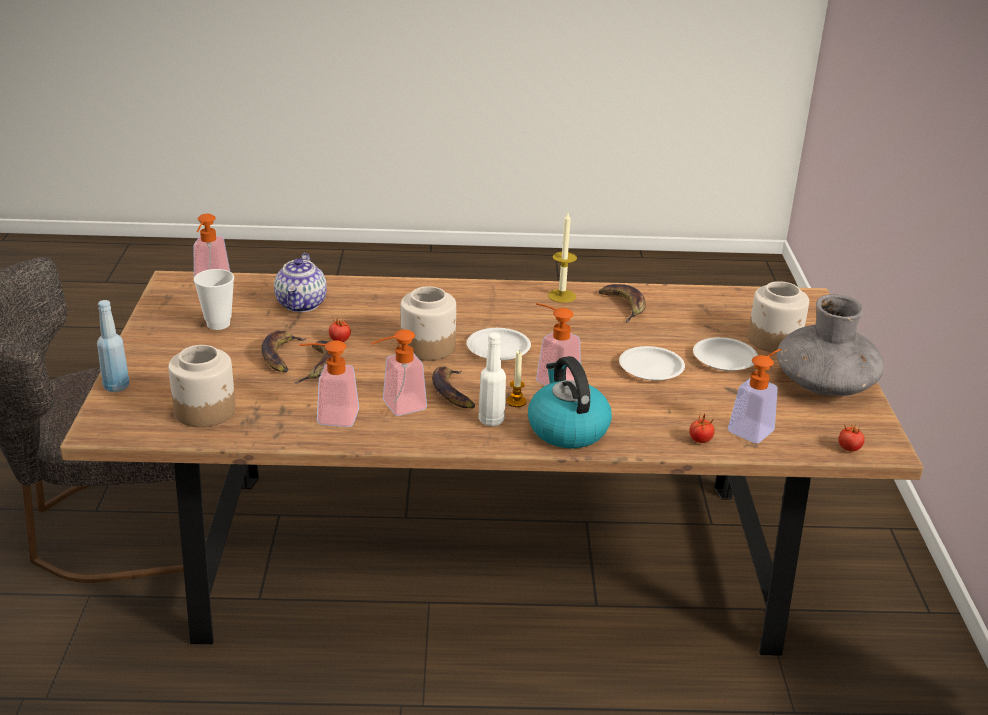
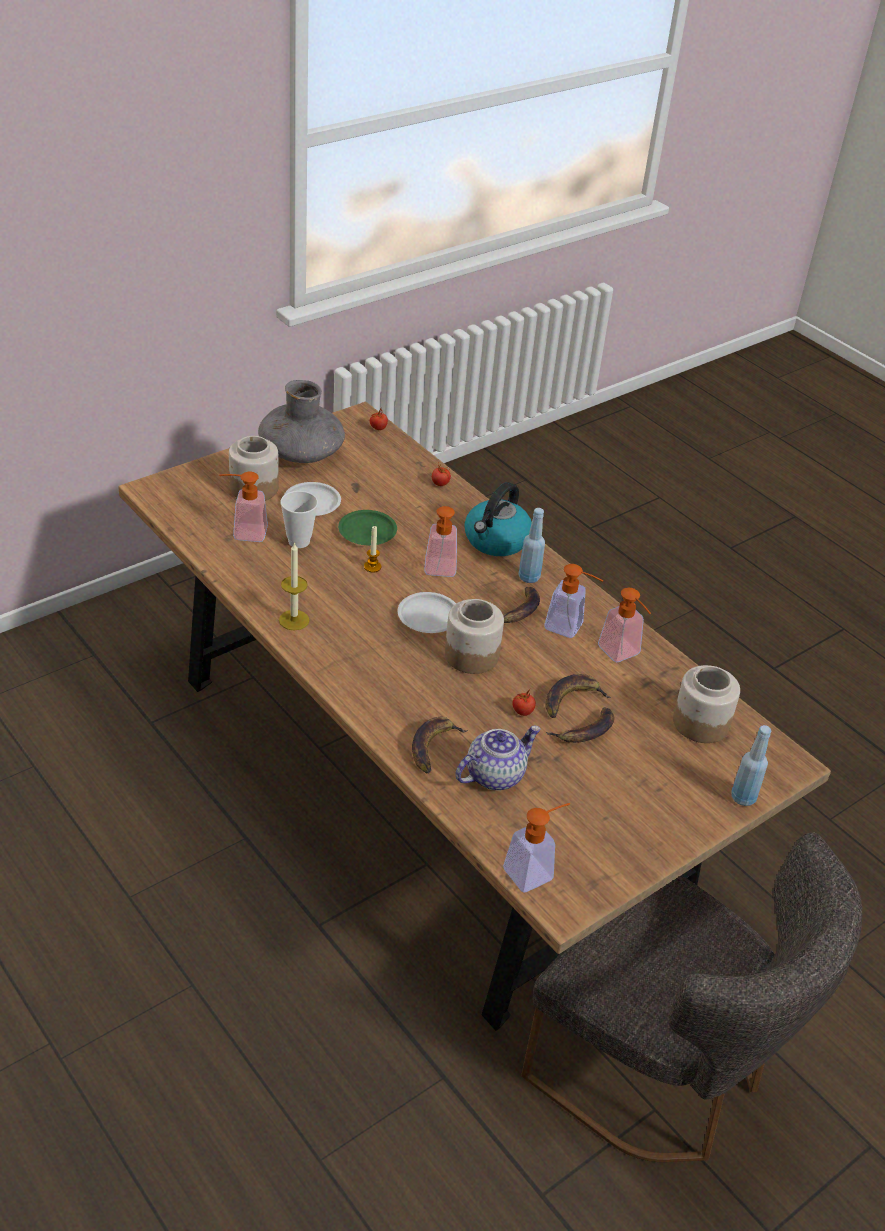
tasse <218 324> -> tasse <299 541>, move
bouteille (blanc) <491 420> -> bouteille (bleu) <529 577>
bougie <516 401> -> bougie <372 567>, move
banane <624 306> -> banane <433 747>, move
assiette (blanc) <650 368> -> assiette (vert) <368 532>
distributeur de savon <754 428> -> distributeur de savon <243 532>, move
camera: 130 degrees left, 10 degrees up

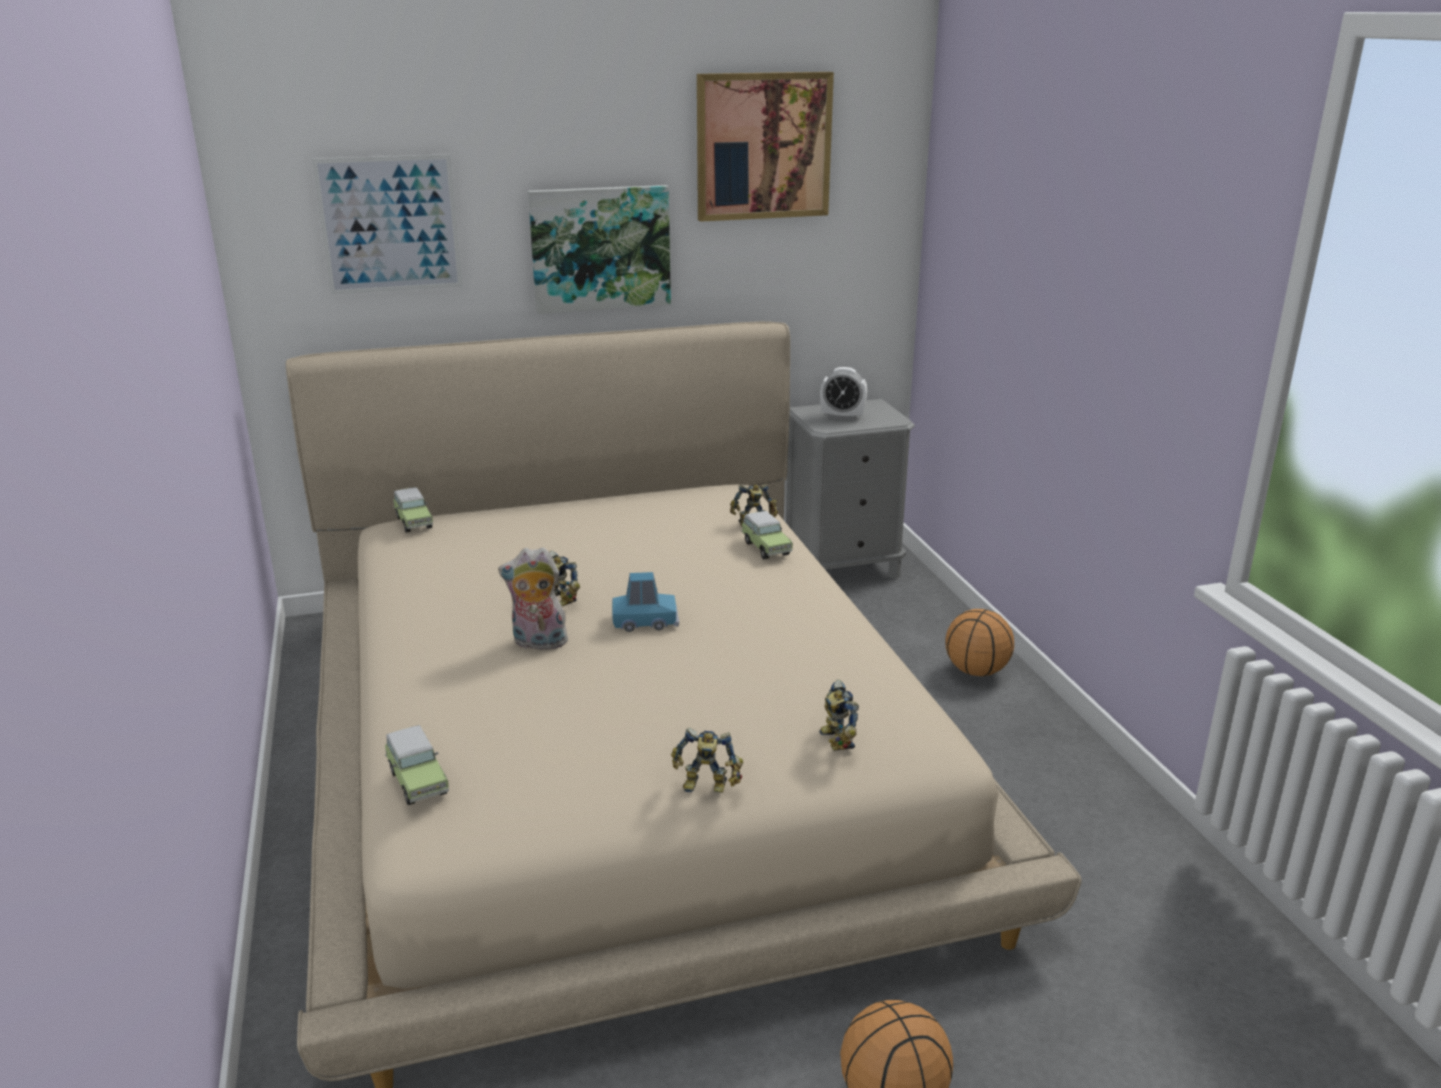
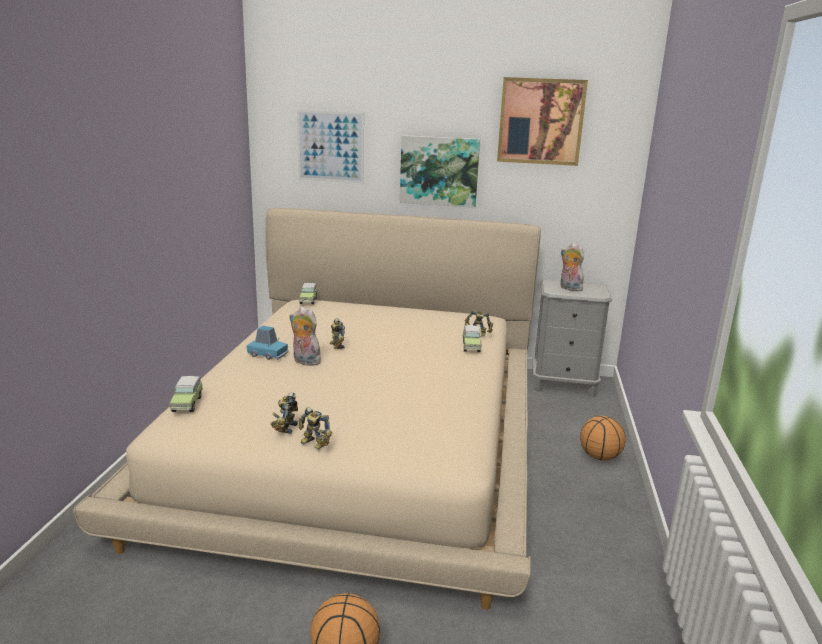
petite voiture (bleu) <645 621> -> petite voiture (bleu) <268 354>, move
robot jouet <834 741> -> robot jouet <285 427>, move
réveil <842 417> -> peluche <569 288>
camera: 25 degrees right, 5 degrees down

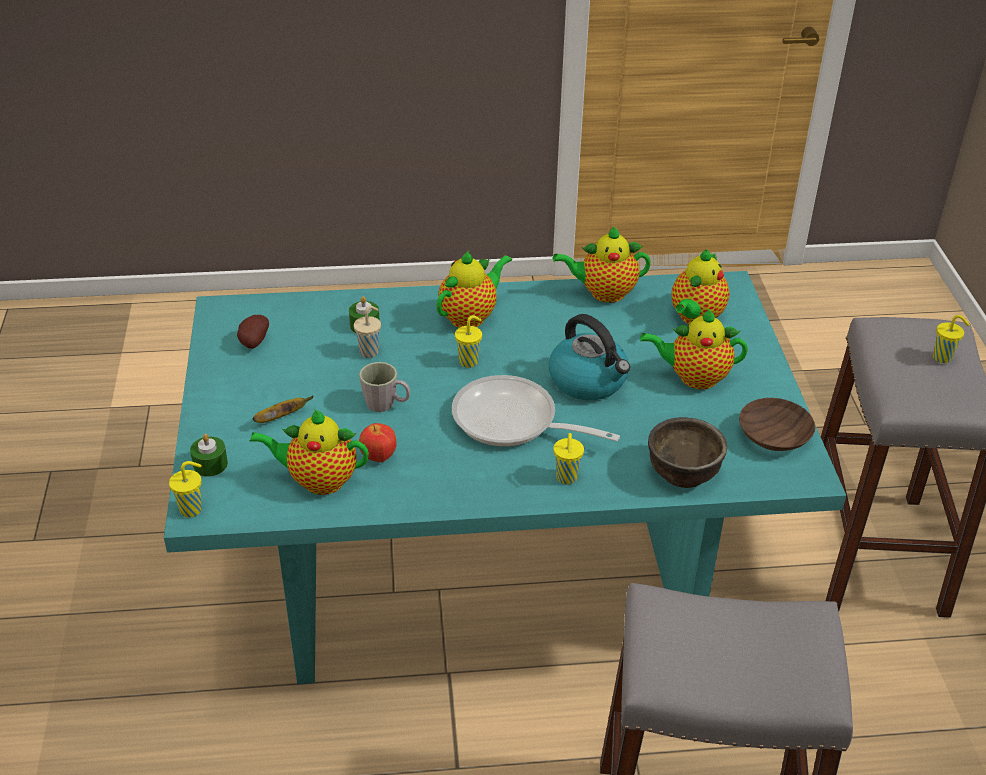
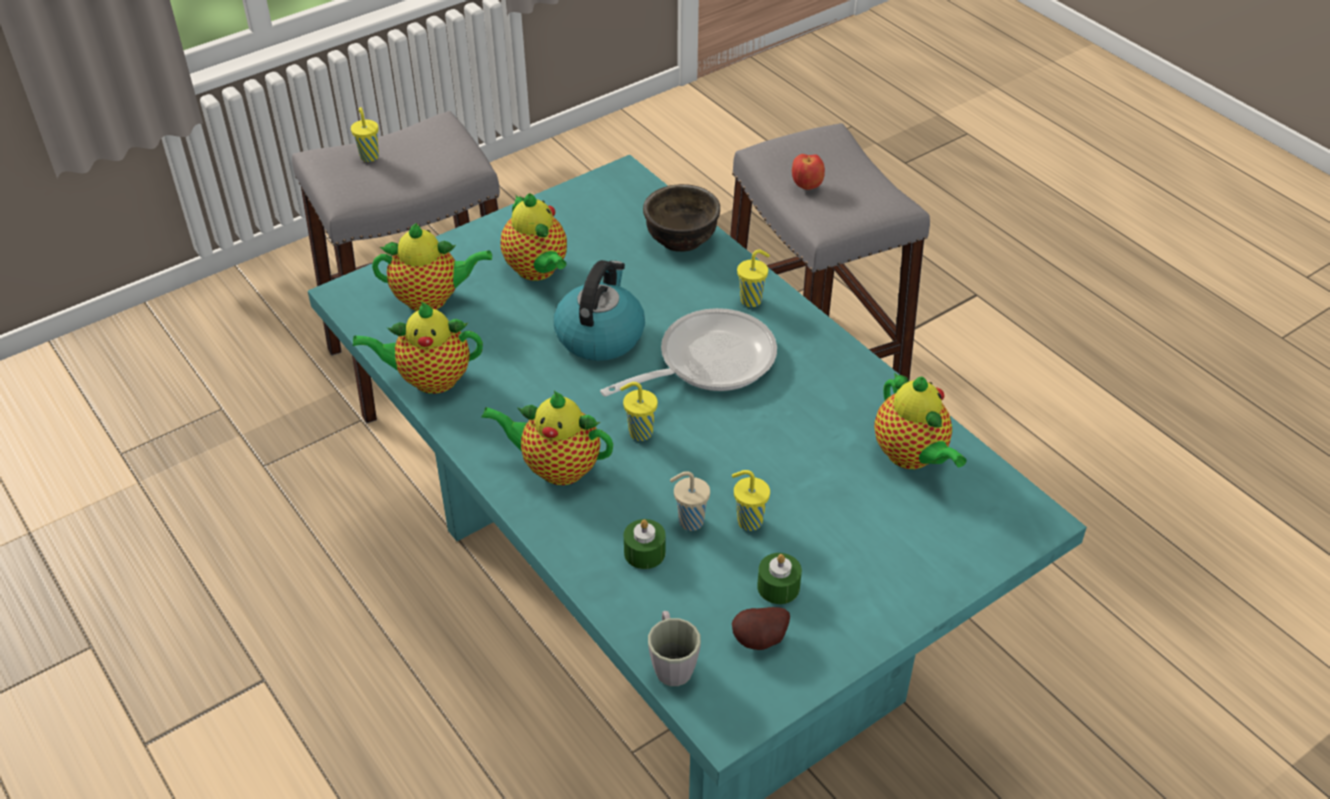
tasse (jaune) <192 509> -> tasse (jaune) <748 521>, move
bougie (vert) <210 464> -> bougie (vert) <778 587>, move
banane <281 417> -> none
mug (gris) <386 405> -> mug (gris) <671 662>, move
pomme <378 458> -> pomme <807 186>, move
poêle <513 422> -> poêle <707 362>, 120 degrees counterclockwise
théière <603 293> -> théière <429 379>, 120 degrees clockwise
bol (marron) <772 437> -> none
camera: 120 degrees left, 5 degrees up

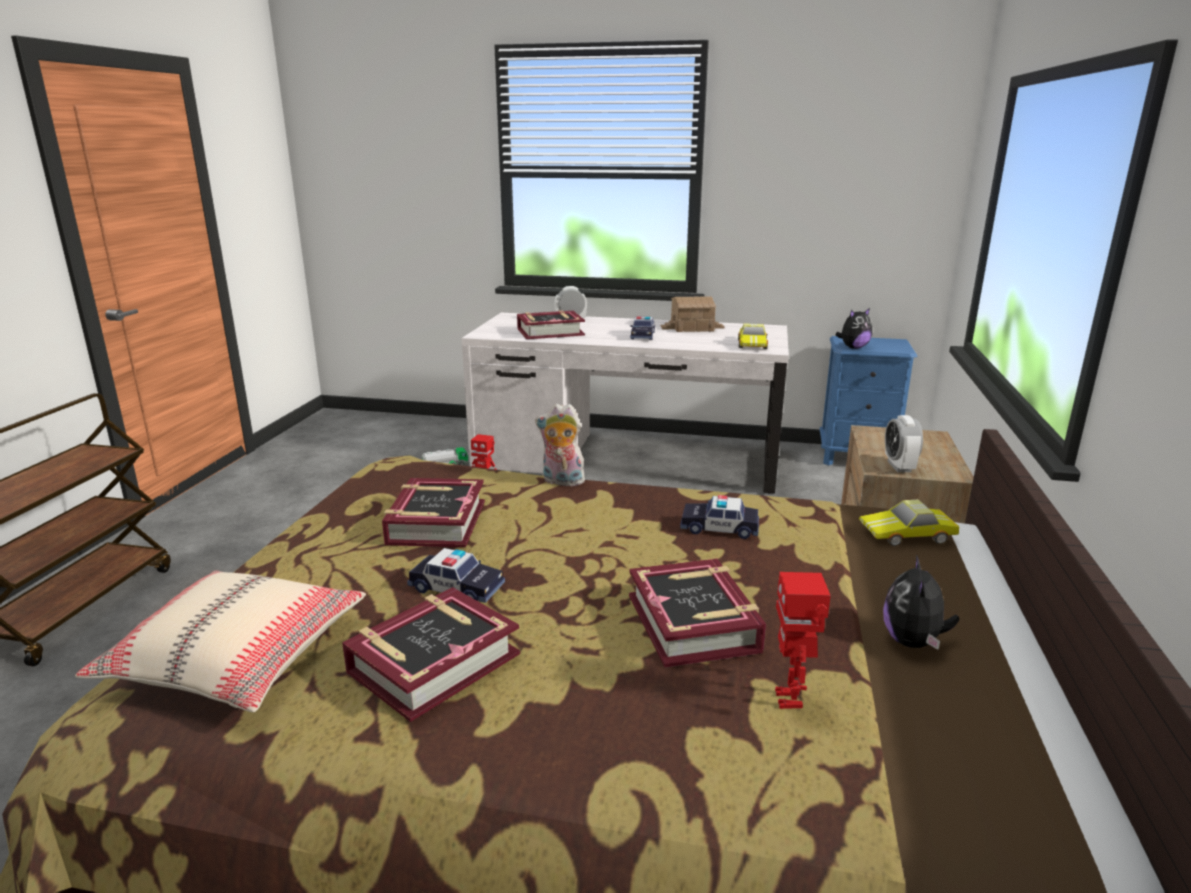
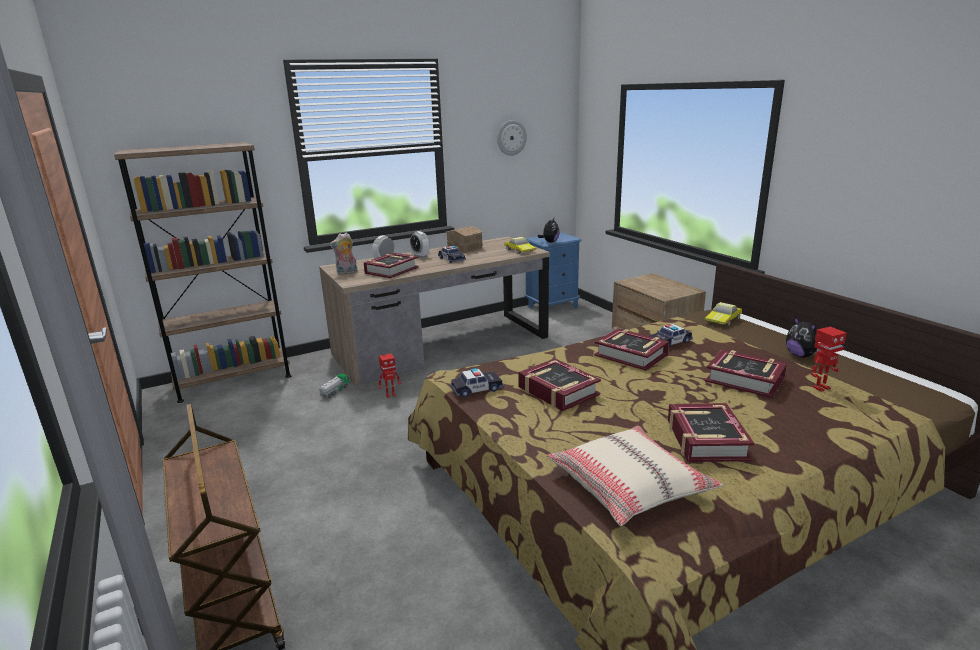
petite voiture <456 588> -> petite voiture <477 389>, move
bureau (blanc) <627 459> -> bureau (marron) <442 346>
peluche <561 482> -> peluche <346 273>, move
robot jouet <790 699> -> robot jouet <820 388>, 75 degrees counterclockwise
réveil <899 466> -> réveil <420 256>, move
none -> bibliothèque (marron) <233 380>
none -> horloge murale <511 137>
none -> livre <631 355>
camera: 40 degrees left, 0 degrees up

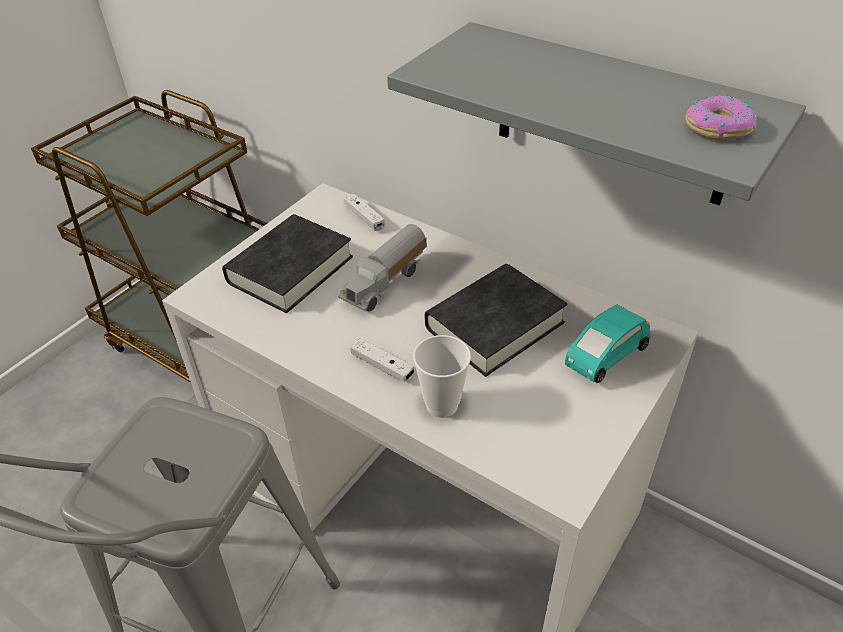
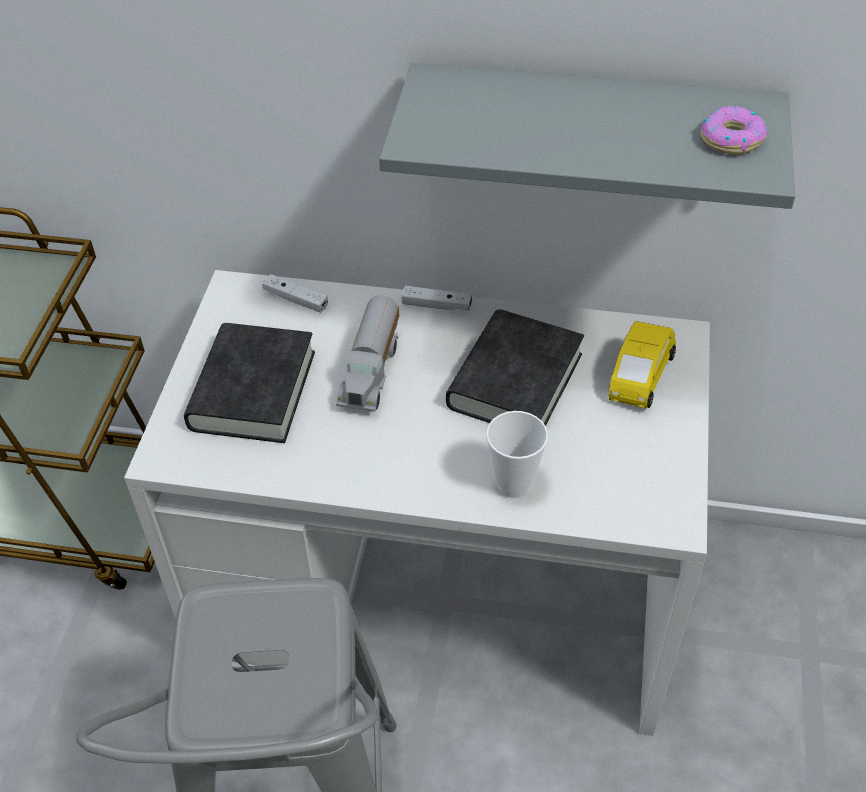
manette (blanc) <382 366> -> manette (blanc) <436 305>, move
petite voiture (turquoise) <604 357> -> petite voiture (jaune) <638 378>
camera: 25 degrees left, 5 degrees up

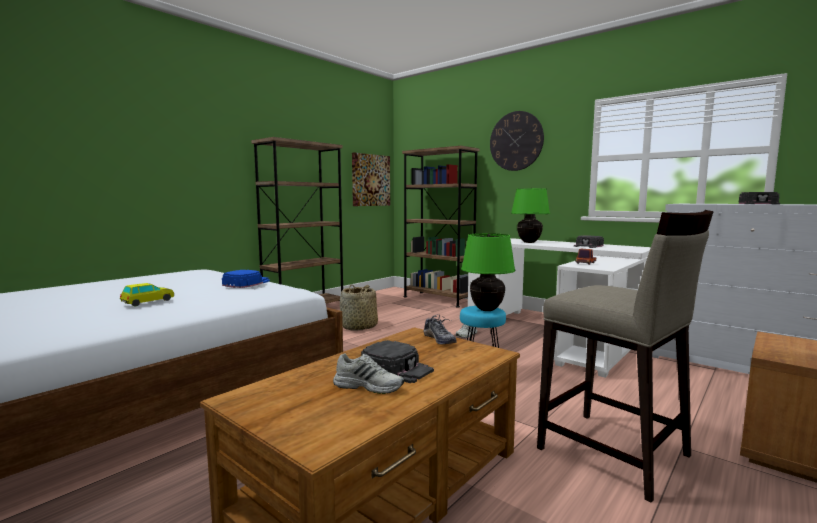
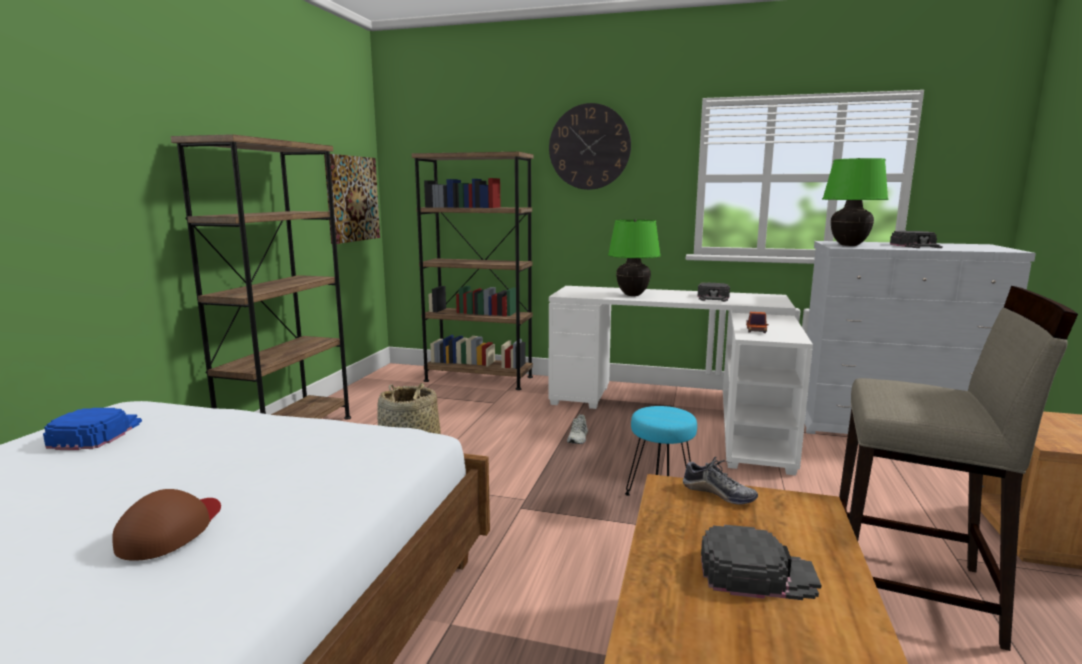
petite voiture <148 302> -> casquette (marron) <171 530>
casquette (bleu) <246 283> -> casquette (bleu) <96 434>, move
chaussure (blanc) <369 386> -> none
lampe de table (vert) <486 309> -> lampe de table (vert) <849 245>, move
camera: 25 degrees left, 5 degrees up

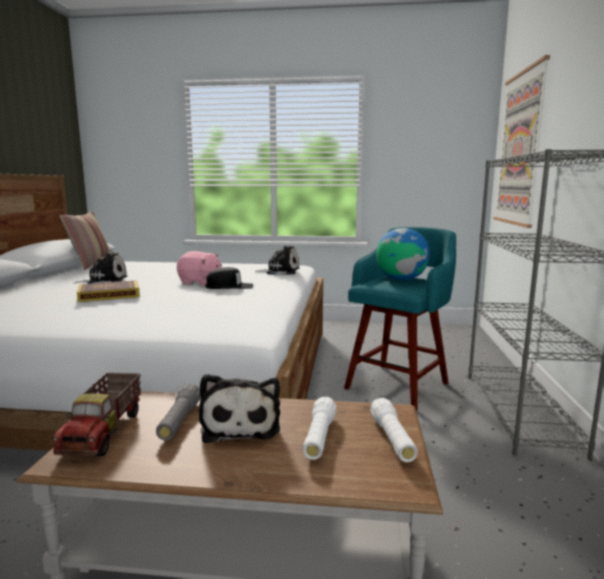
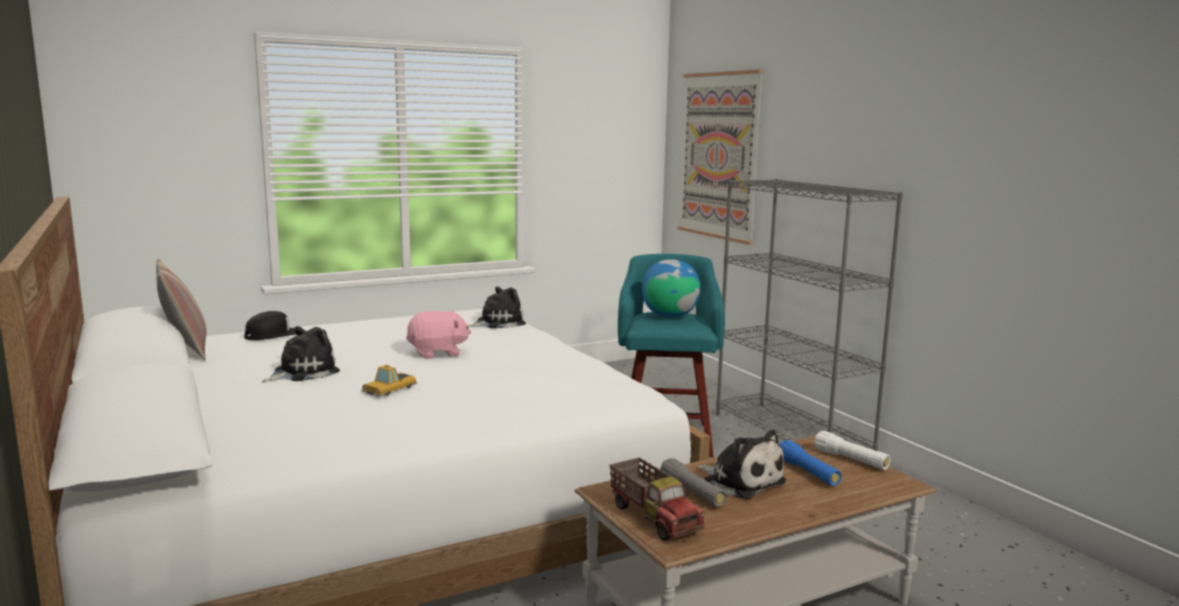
livre <109 295> -> petite voiture <388 389>
casquette (noir) <229 287> -> casquette (noir) <274 335>, move
lampe de poche (blanc) <319 437> -> lampe de poche (bleu) <808 473>
camera: 35 degrees left, 0 degrees up

